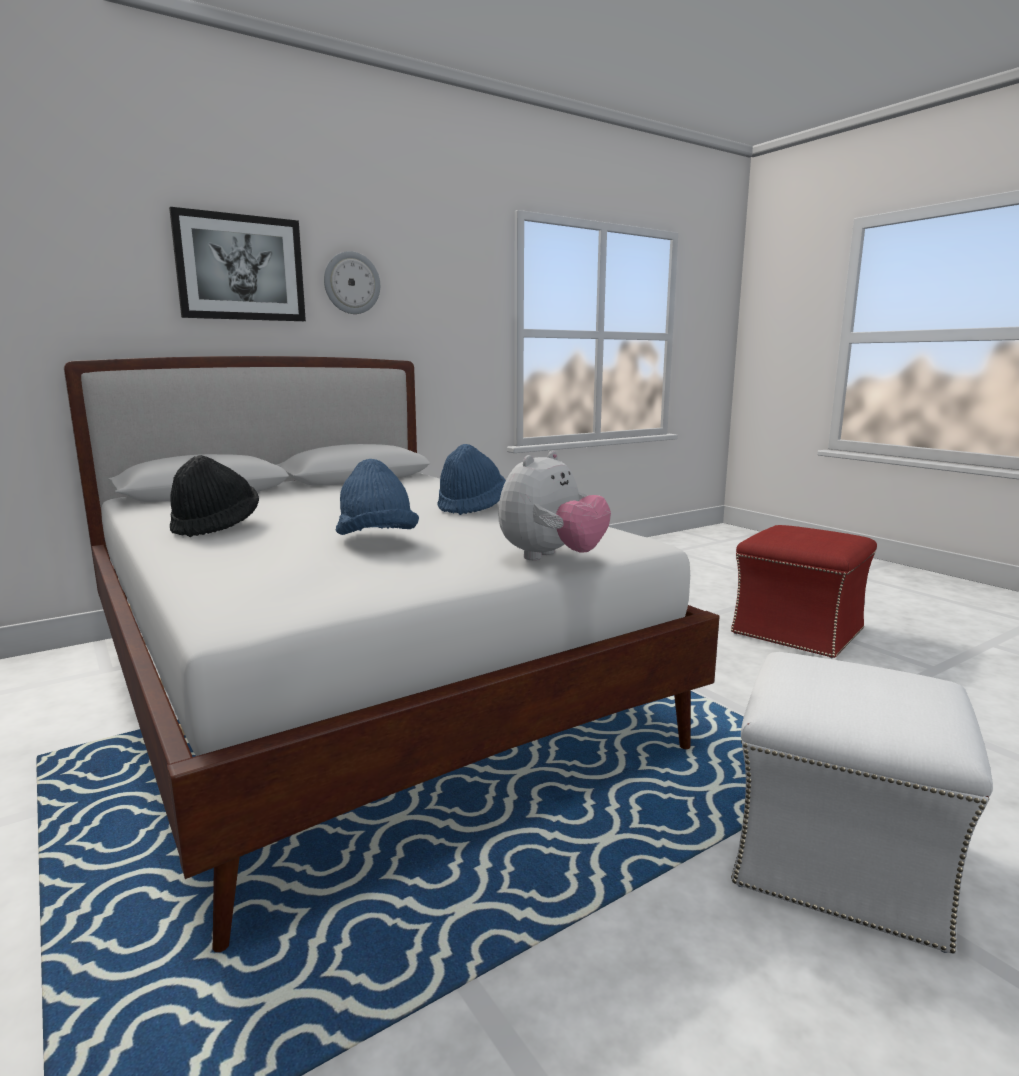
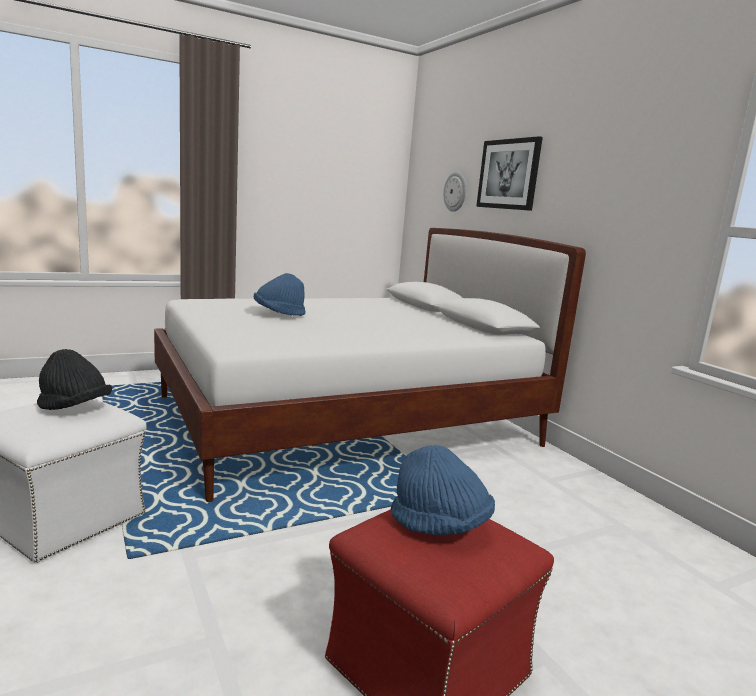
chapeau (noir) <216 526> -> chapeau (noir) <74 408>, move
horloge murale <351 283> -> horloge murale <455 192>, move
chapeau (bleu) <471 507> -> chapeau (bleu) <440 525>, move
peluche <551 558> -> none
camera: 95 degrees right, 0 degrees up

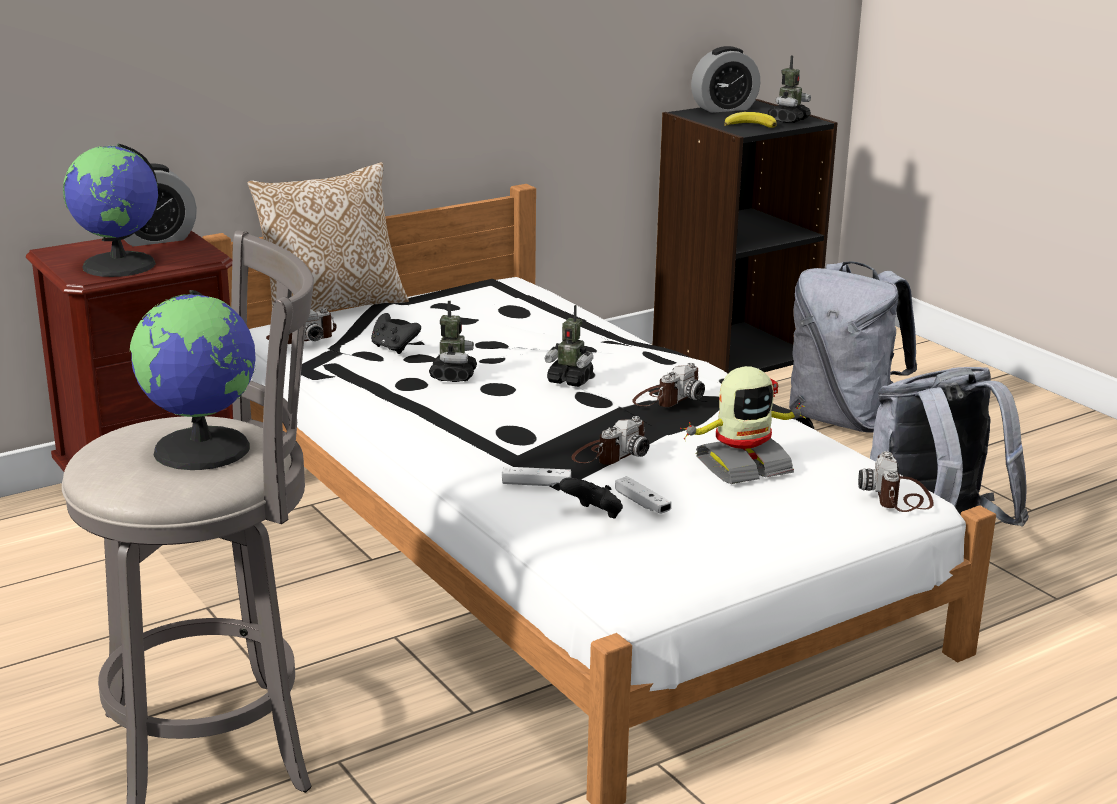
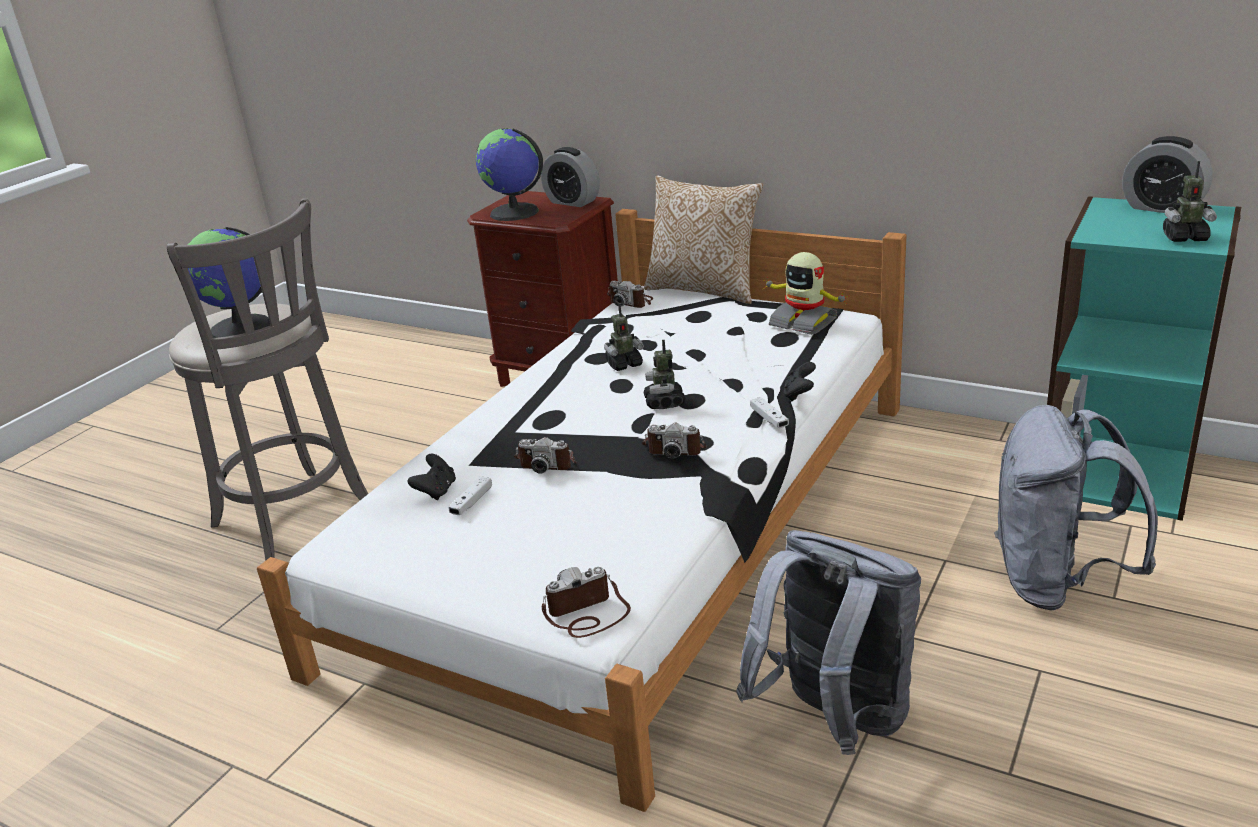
manette (noir) <393 348> -> manette (noir) <799 395>, move
manette (blanc) <536 484> -> manette (blanc) <769 419>, move
bibliothèque (noir) <732 351> -> bibliothèque (turquoise) <1117 472>
robot jouet <742 466> -> robot jouet <804 322>, move
banane <750 125> -> none
camera: 65 degrees right, 5 degrees up

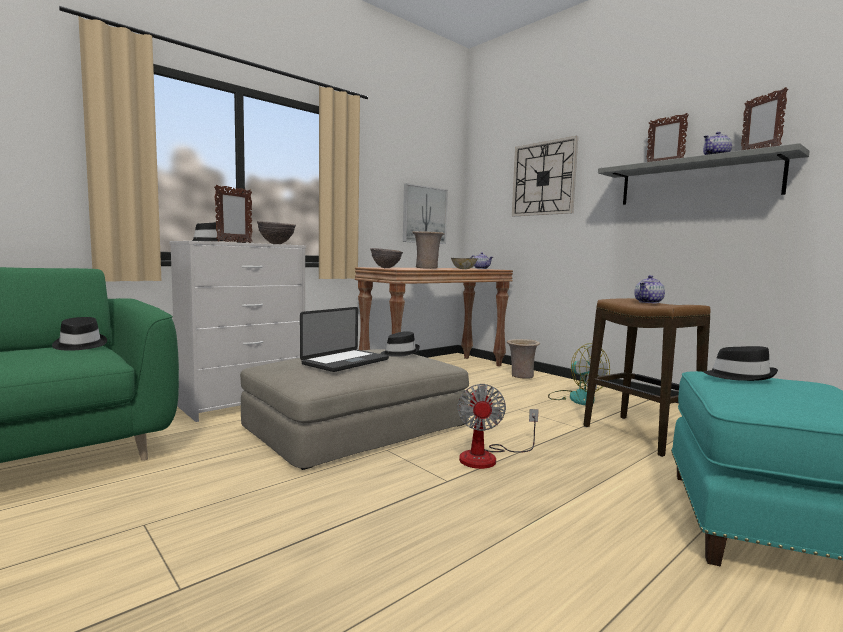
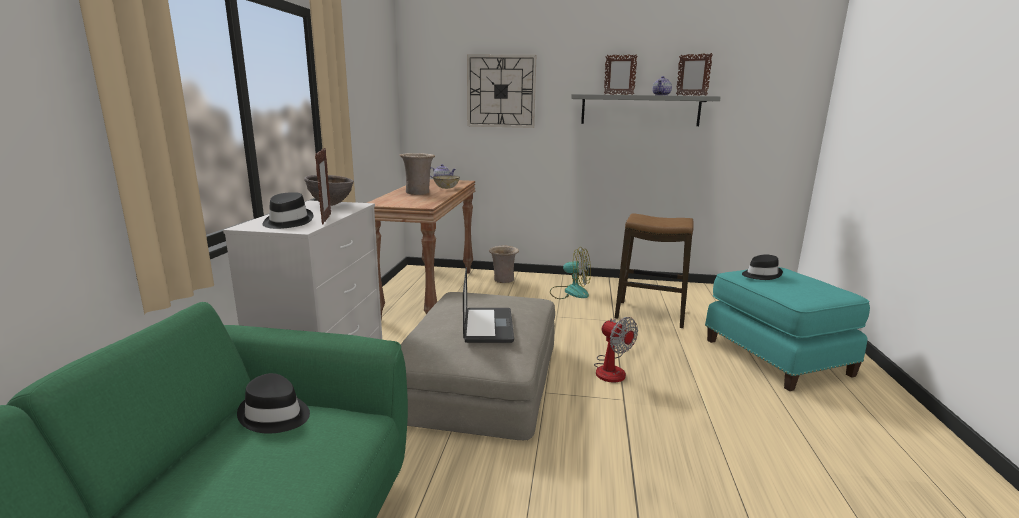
bol (marron) <386 268> -> none
chapeau (noir) <399 353> -> none
tableau <424 215> -> none
théière <649 302> -> none
camera: 40 degrees left, 10 degrees up

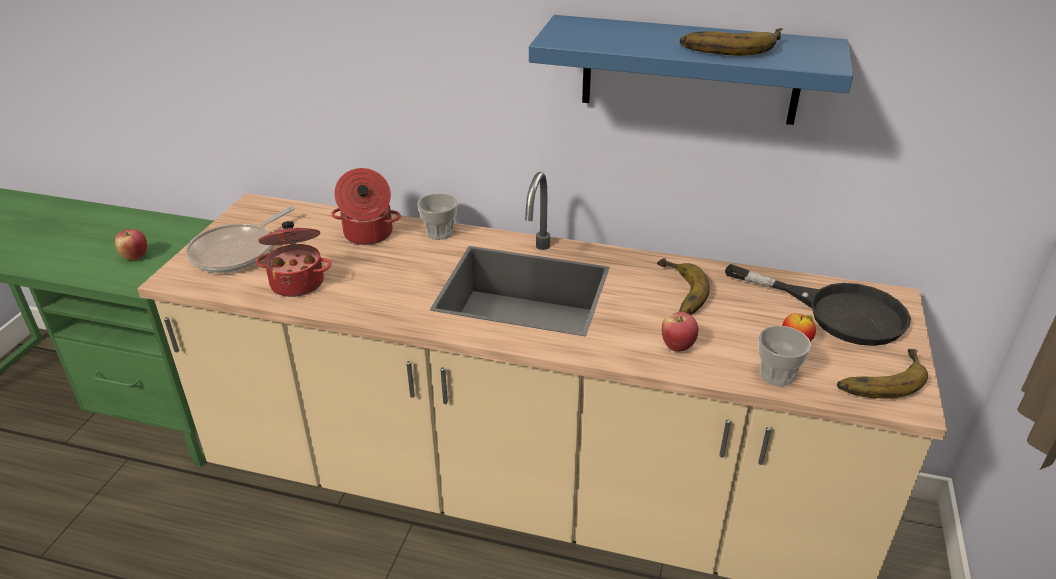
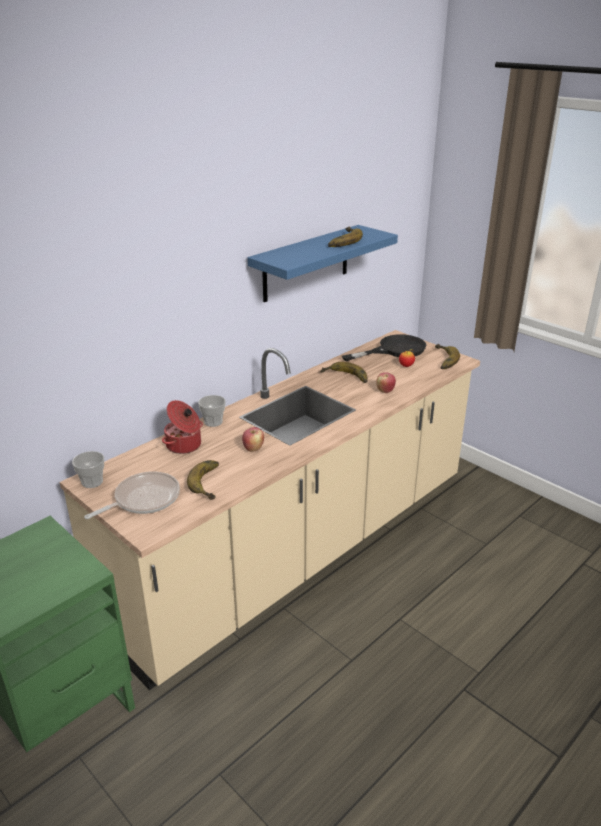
pomme <135 257> -> pomme <253 448>, move
poêle <237 252> -> poêle <143 499>, 105 degrees counterclockwise
marmite <298 282> -> banane <211 482>
tasse <776 375> -> tasse <92 482>, move
camera: 60 degrees left, 5 degrees down

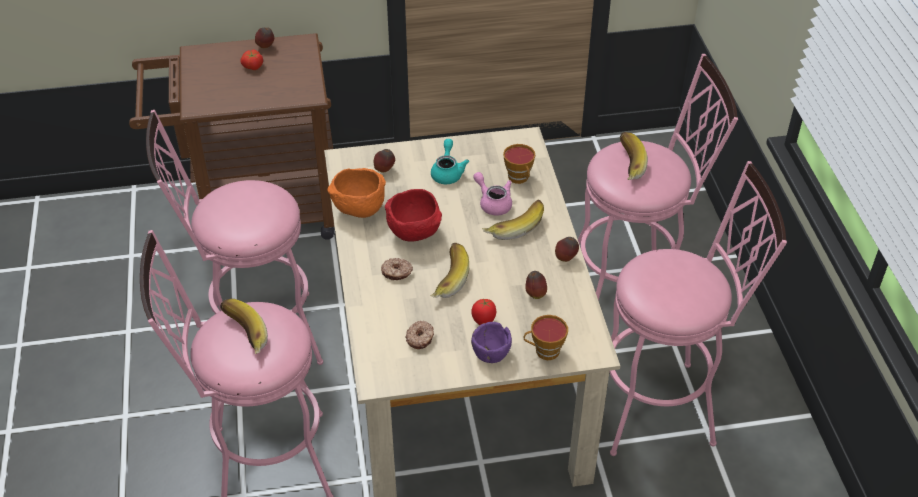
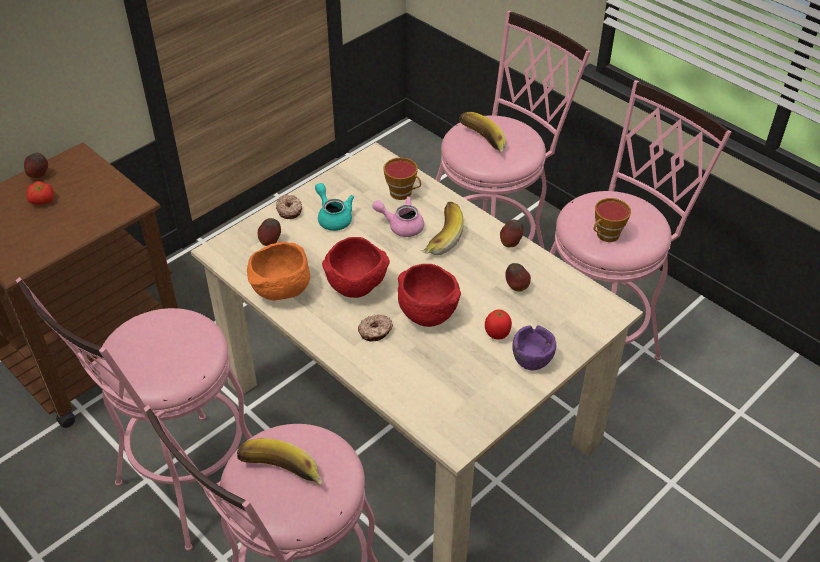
beignet <420 338> -> beignet <289 210>, move
banane <446 278> -> bol (rouge) <426 313>
tasse <544 351> -> tasse <606 236>, move
camera: 35 degrees left, 0 degrees up

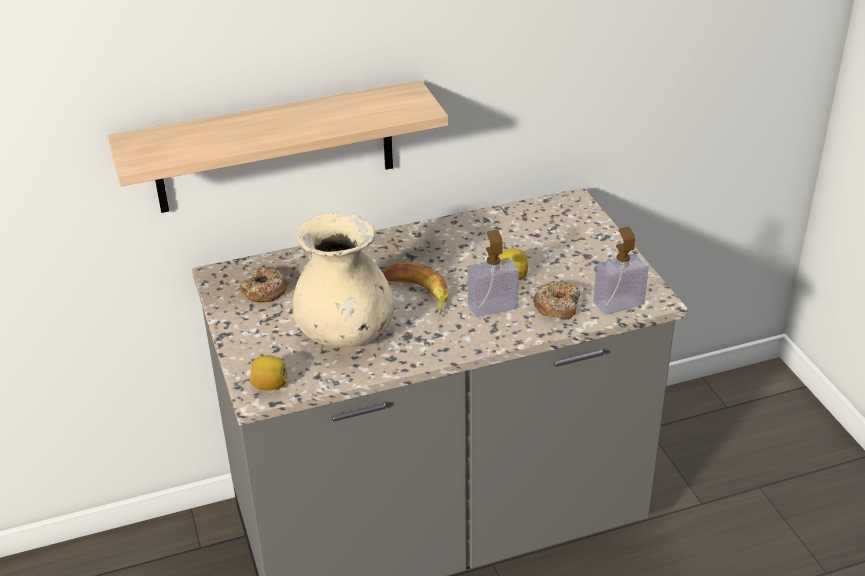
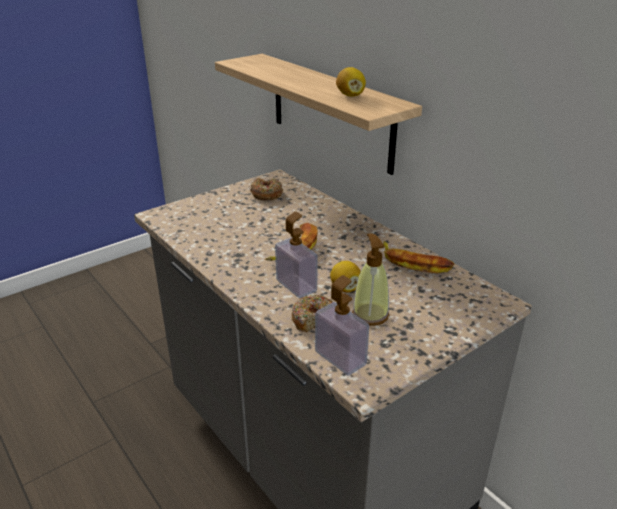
citron <269 385> -> citron <350 95>, move
vase (beige) <346 334> -> none
none -> distributeur de savon <370 314>
none -> banane <415 263>
camera: 70 degrees right, 5 degrees down

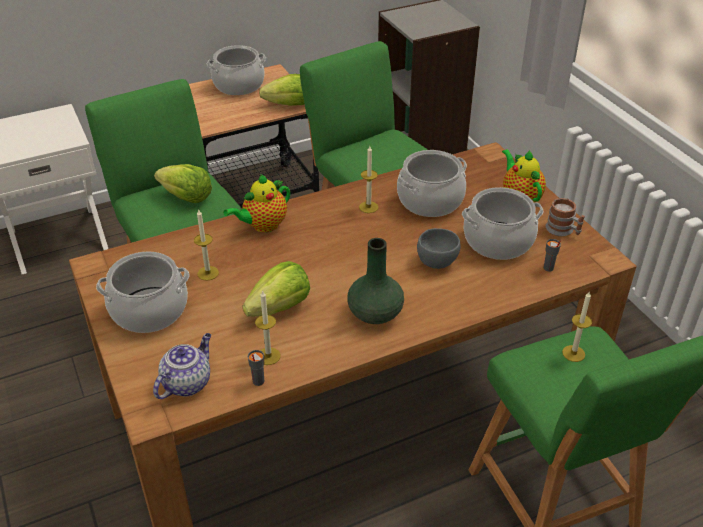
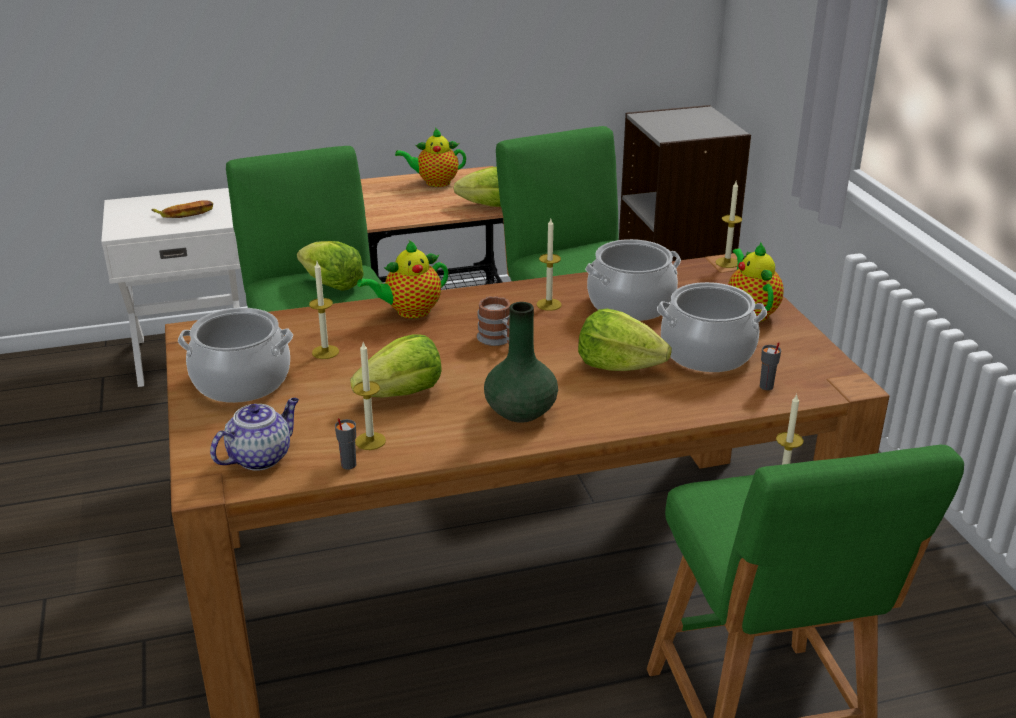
marmite <239 85> -> théière <435 182>
bol (gris) <436 261> -> laitue <618 366>
mug <563 230> -> mug <498 340>, move
none -> banane <185 213>
none -> bougie <727 262>
camera: 10 degrees right, 10 degrees down

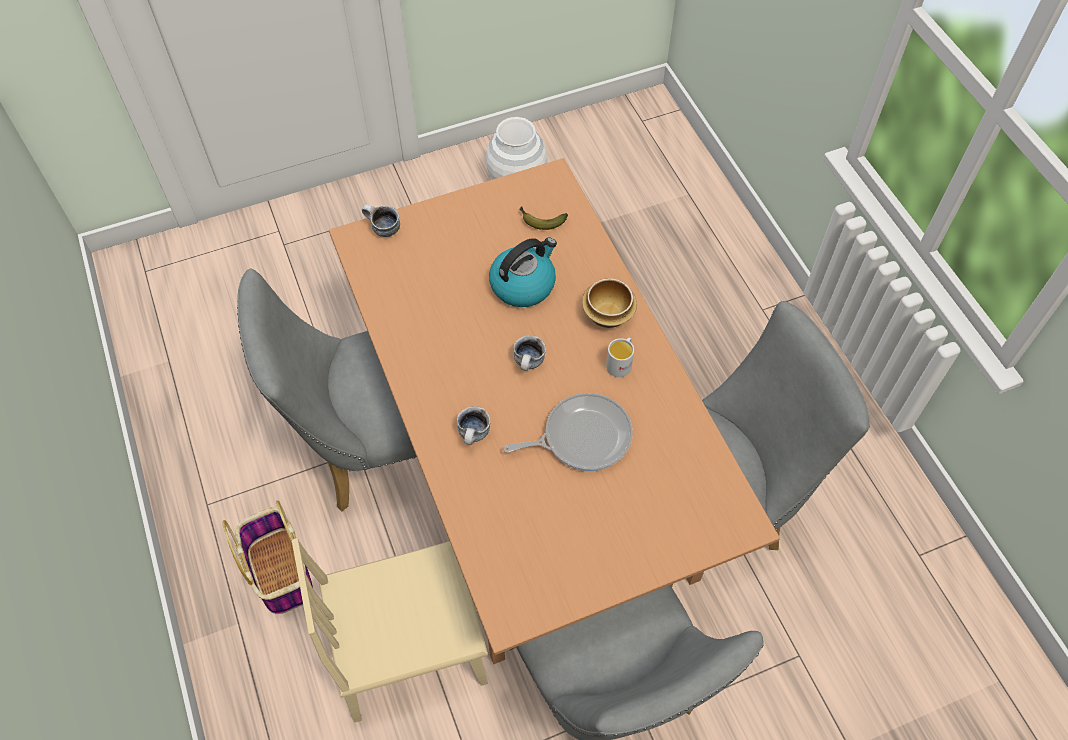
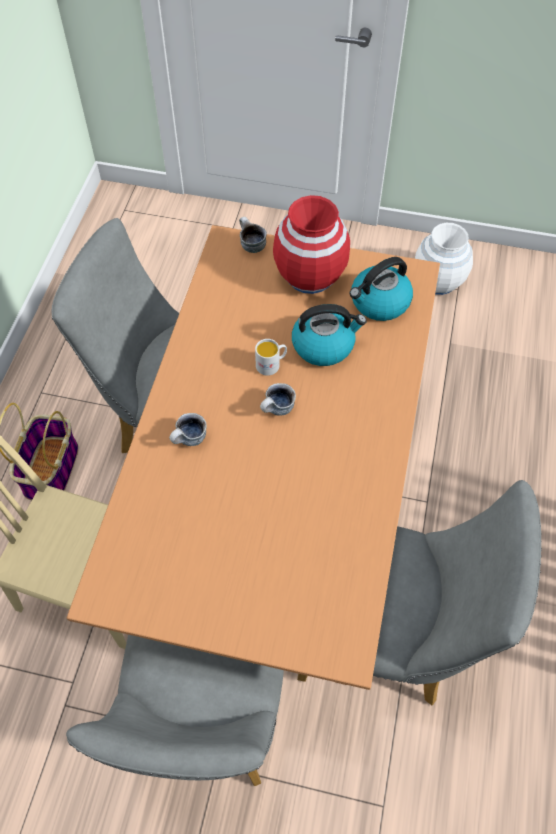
poêle <582 436> -> none
banane <540 221> -> bouilloire <379 302>
bol <607 314> -> none
mug (blanc) <621 363> -> mug (blanc) <271 364>, move
none -> vase (rouge) <309 275>
camera: 35 degrees right, 0 degrees up

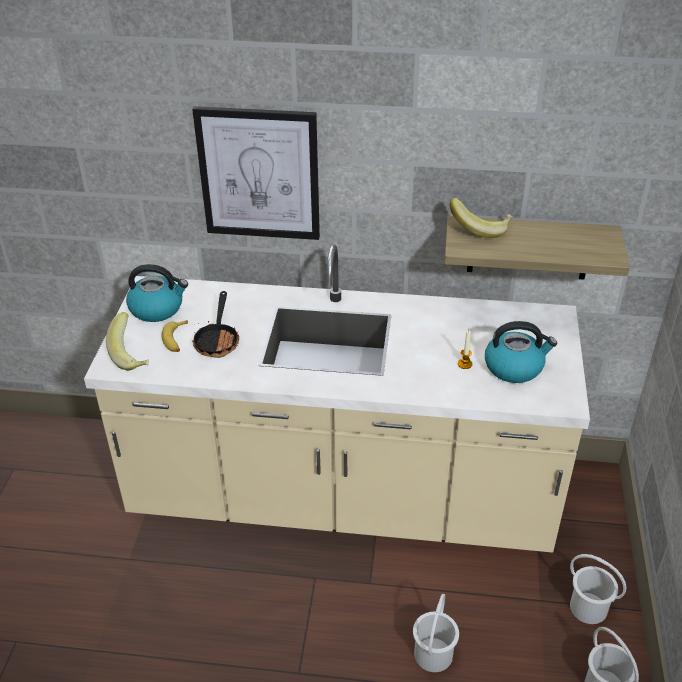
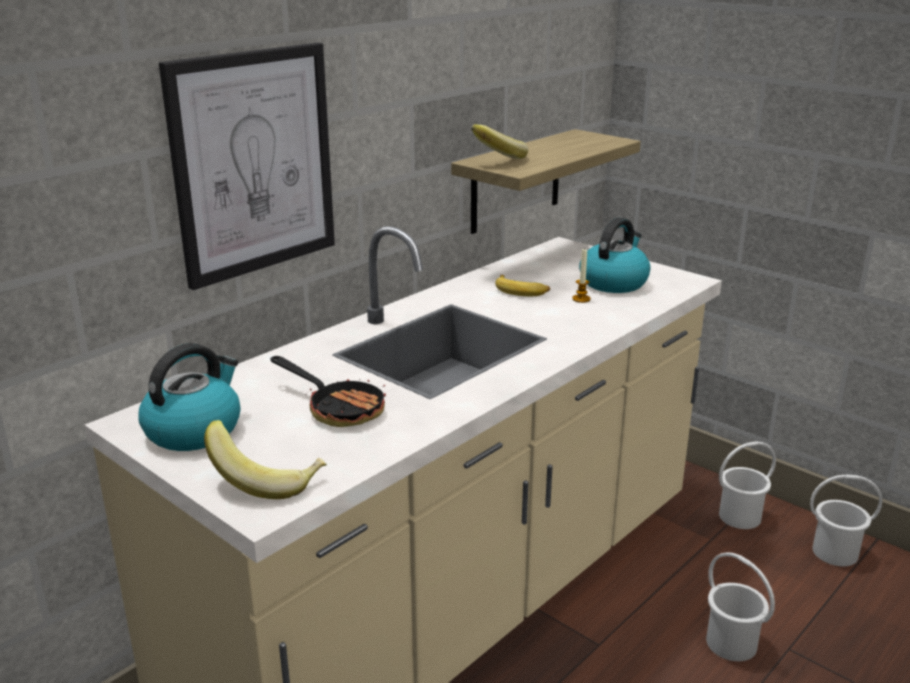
banane <176 340> -> banane <521 291>, move
camera: 55 degrees left, 15 degrees down

